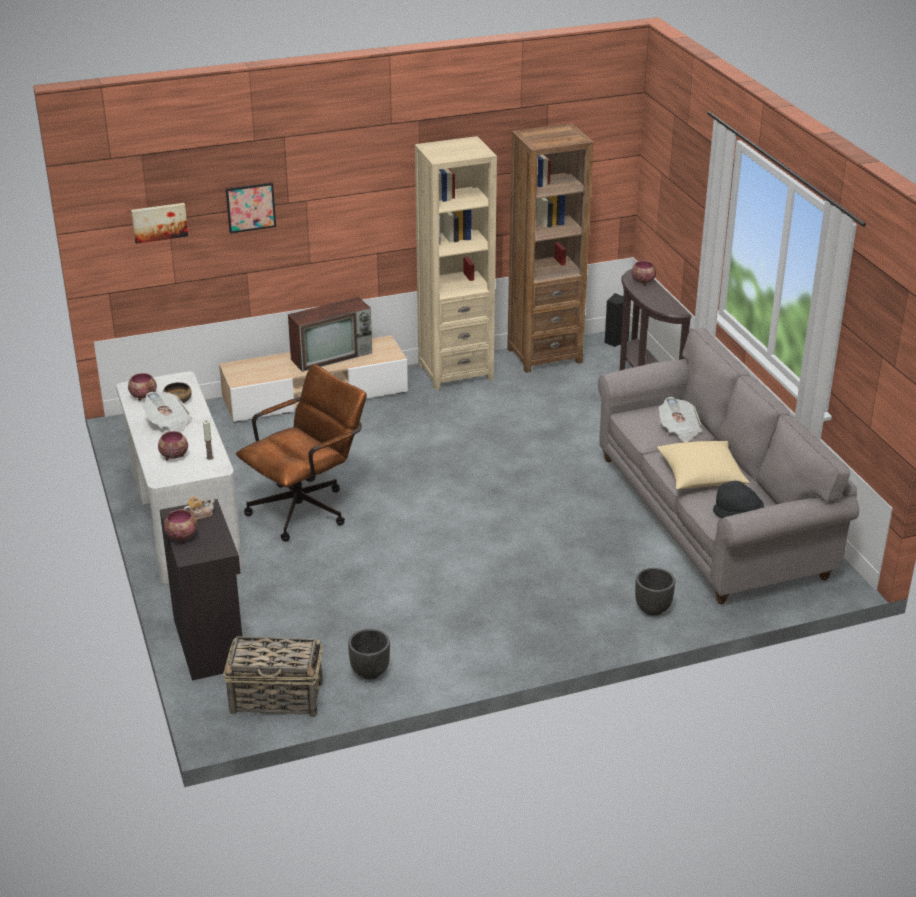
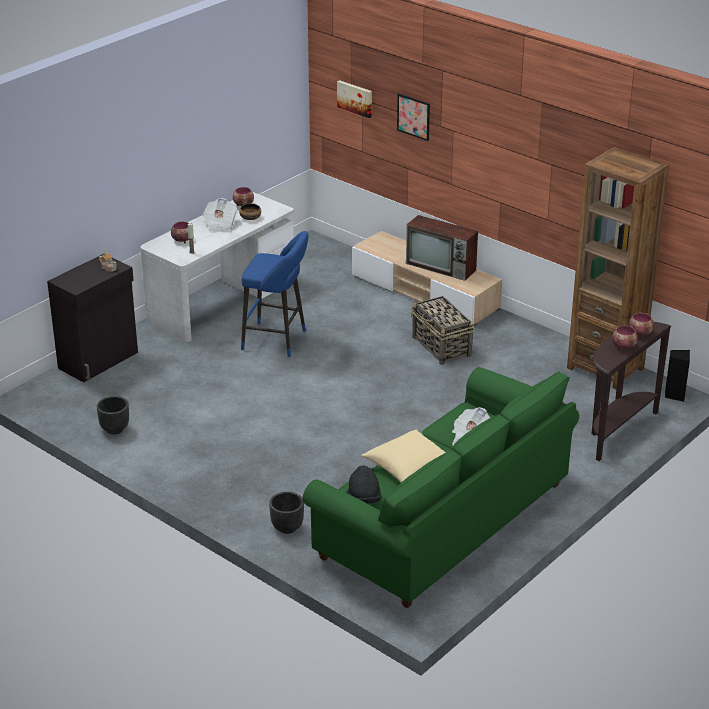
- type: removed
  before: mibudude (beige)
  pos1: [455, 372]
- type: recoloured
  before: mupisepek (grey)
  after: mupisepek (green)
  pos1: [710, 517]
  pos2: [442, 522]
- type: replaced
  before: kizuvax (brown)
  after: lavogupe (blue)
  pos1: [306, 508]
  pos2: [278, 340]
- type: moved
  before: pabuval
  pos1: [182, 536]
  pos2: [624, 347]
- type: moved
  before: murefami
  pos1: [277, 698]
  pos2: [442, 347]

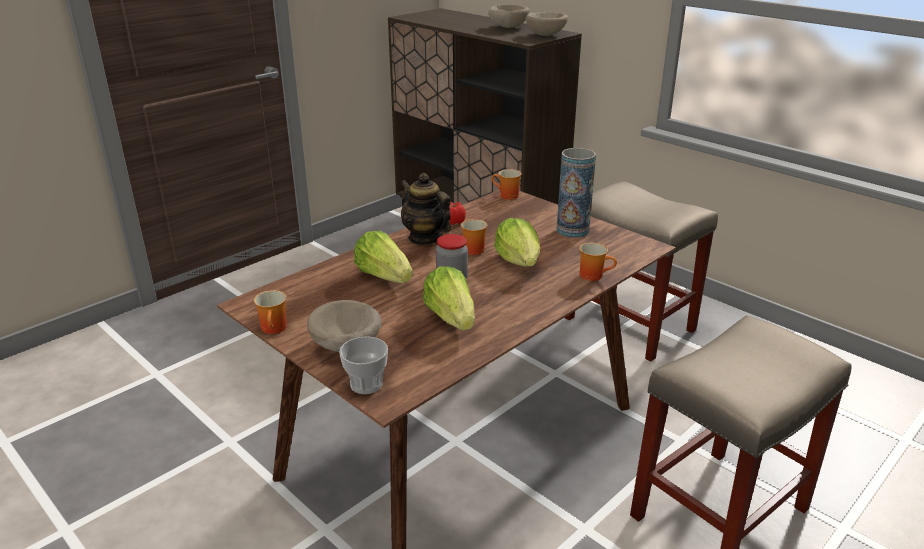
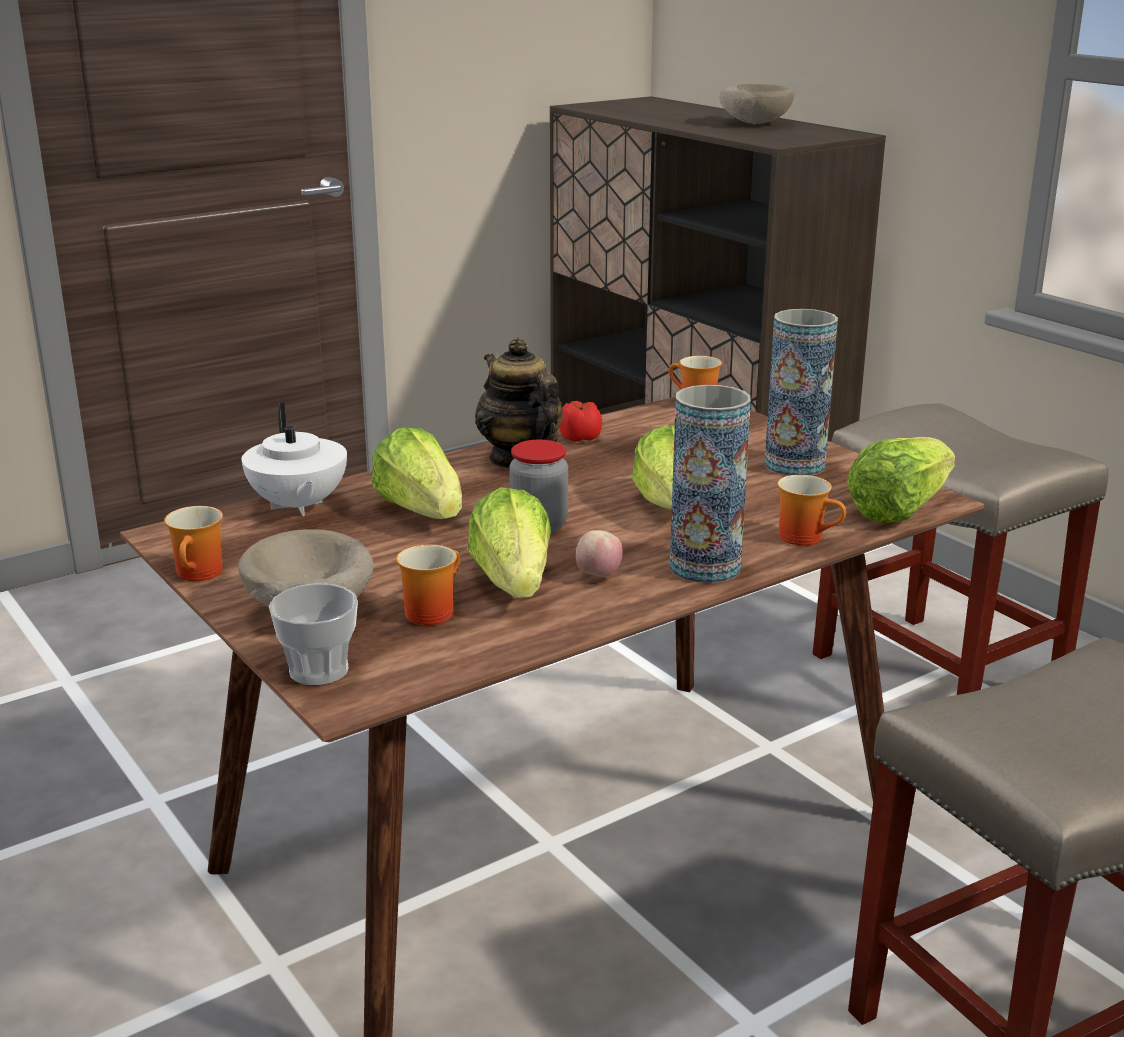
- type: removed
  before: pabuval (beige)
  pos1: [546, 35]
- type: moved
  before: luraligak
  pos1: [473, 249]
  pos2: [430, 611]
- type: added
  after: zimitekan
  pos2: [705, 567]
- type: added
  after: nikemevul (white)
  pos2: [297, 506]
- type: added
  after: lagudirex
  pos2: [898, 509]
- type: added
  after: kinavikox
  pos2: [598, 576]

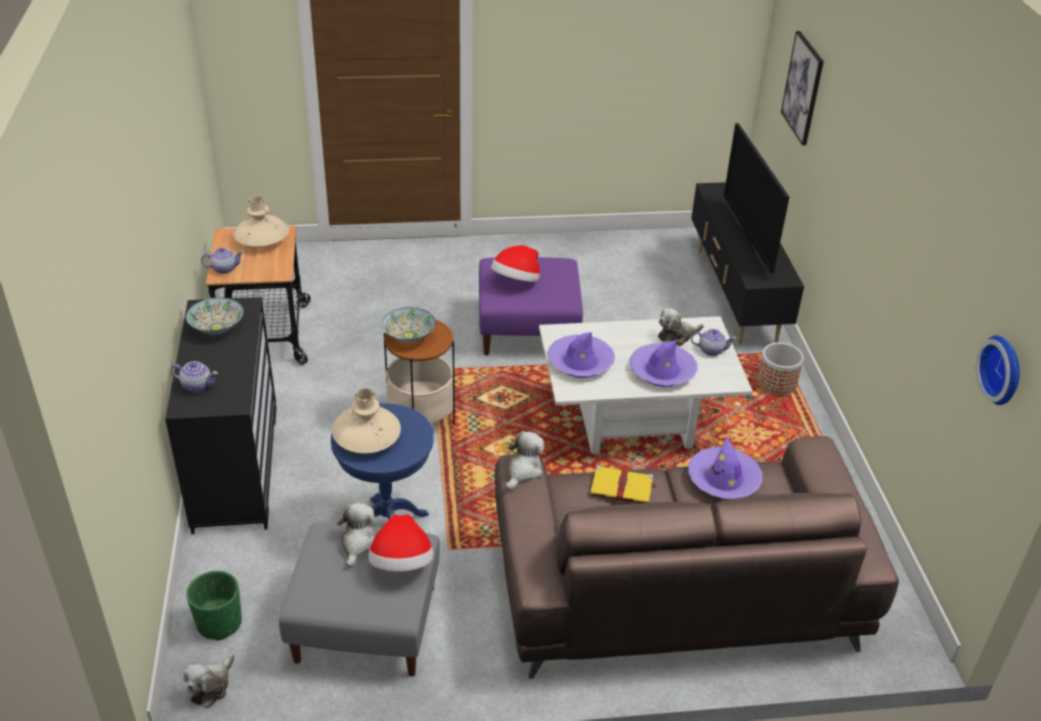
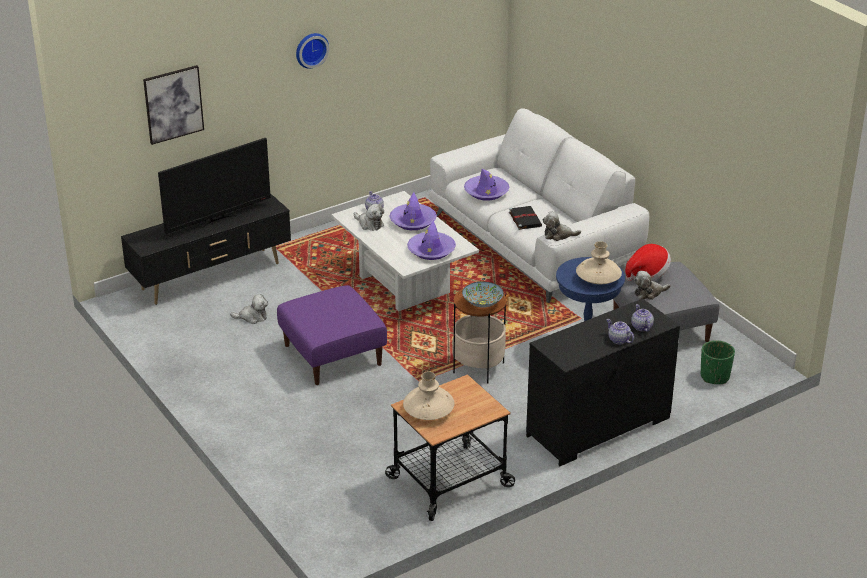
- type: removed
  before: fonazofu
  pos1: [516, 281]
- type: moved
  before: nikemevul
  pos1: [224, 268]
  pos2: [618, 340]
- type: removed
  before: pabuval
  pos1: [217, 327]
- type: moved
  before: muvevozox
  pos1: [1004, 369]
  pos2: [310, 49]
- type: removed
  before: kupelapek
  pos1: [776, 383]
- type: recoloured
  before: mupisepek (brown)
  after: mupisepek (white)
  pos1: [674, 589]
  pos2: [534, 242]
- type: recoloured
  before: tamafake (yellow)
  after: tamafake (black)
  pos1: [623, 488]
  pos2: [524, 219]
- type: moved
  before: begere
  pos1: [211, 686]
  pos2: [252, 317]

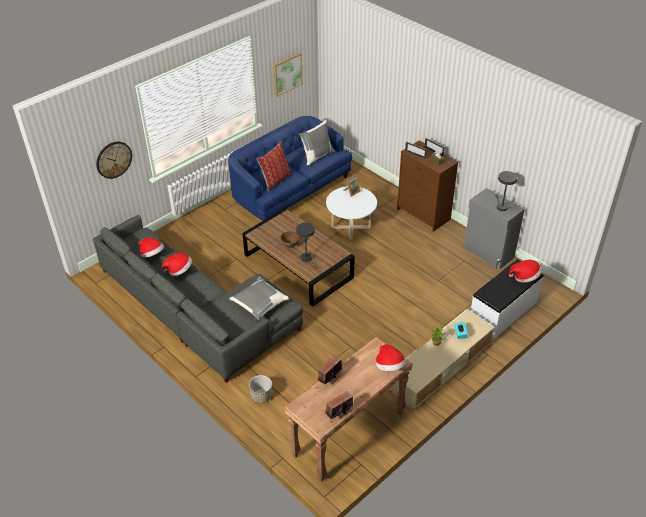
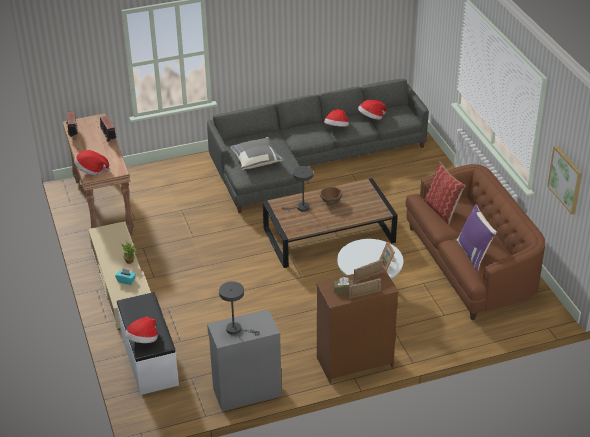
- type: recoloured
  before: mupisepek (blue)
  after: mupisepek (brown)
  pos1: [289, 189]
  pos2: [471, 265]
- type: recoloured
  before: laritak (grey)
  after: laritak (purple)
  pos1: [317, 156]
  pos2: [474, 254]
- type: removed
  before: muvevozox
  pos1: [114, 159]
- type: removed
  before: kupelapek
  pos1: [261, 396]

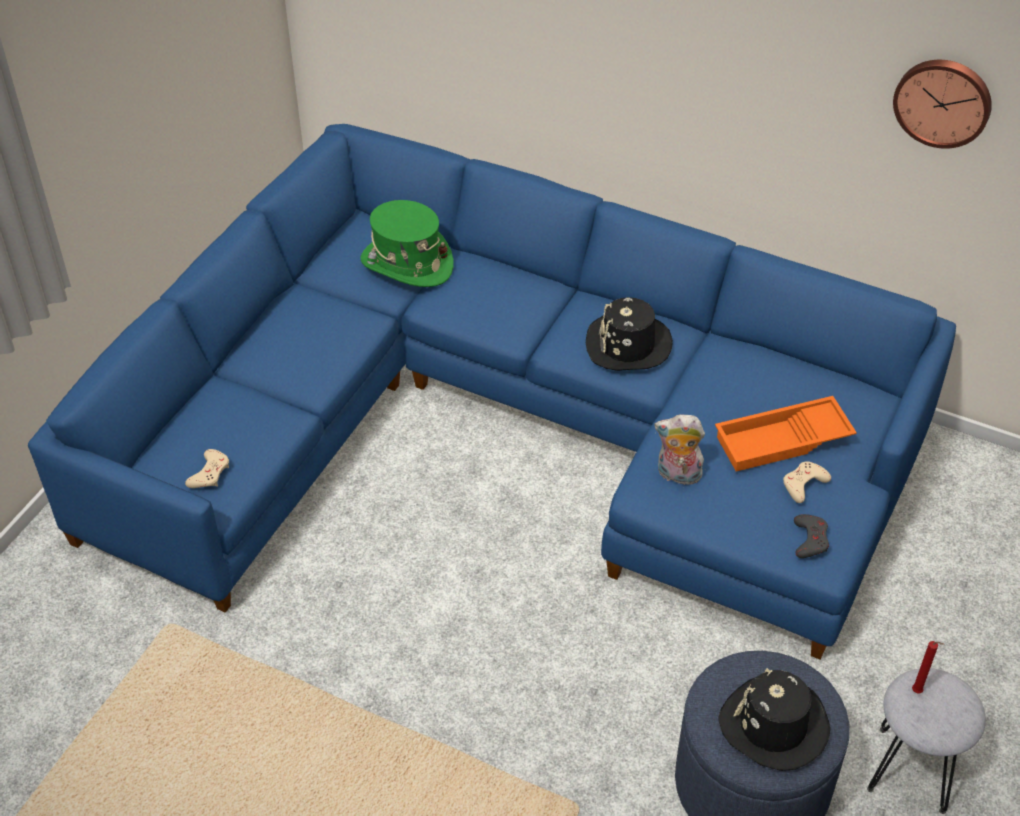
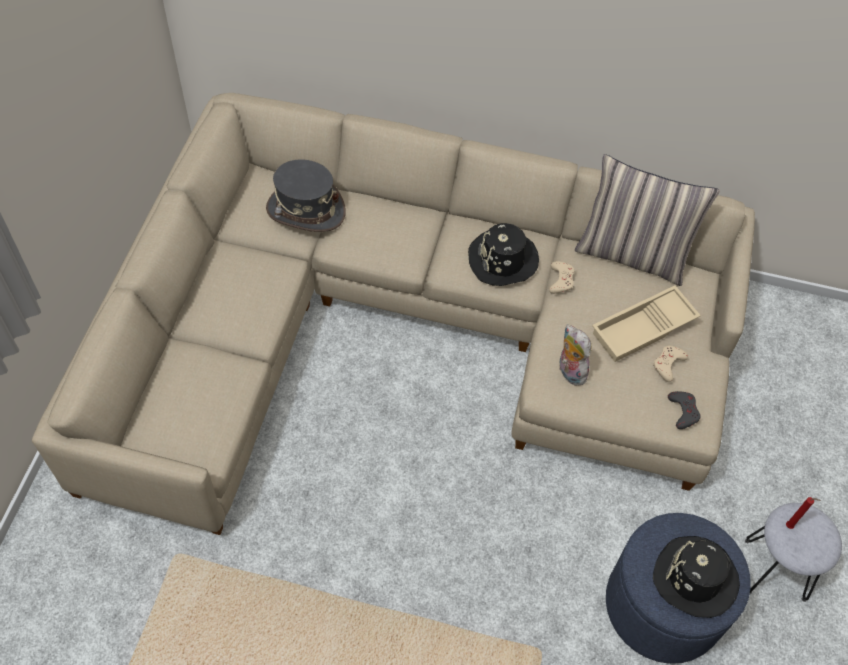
- type: removed
  before: muvevozox
  pos1: [943, 101]
- type: recoloured
  before: mupisepek (blue)
  after: mupisepek (beige)
  pos1: [505, 427]
  pos2: [404, 330]
- type: recoloured
  before: fonazofu (green)
  after: fonazofu (grey)
  pos1: [406, 264]
  pos2: [305, 210]
- type: recoloured
  before: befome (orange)
  after: befome (beige)
  pos1: [782, 442]
  pos2: [643, 329]
- type: turned
  before: begere
  pos1: [677, 475]
  pos2: [569, 371]
  turn: 60
- type: moved
  before: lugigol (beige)
  pos1: [209, 473]
  pos2: [561, 280]
- type: added
  after: laritak
  pos2: [633, 254]

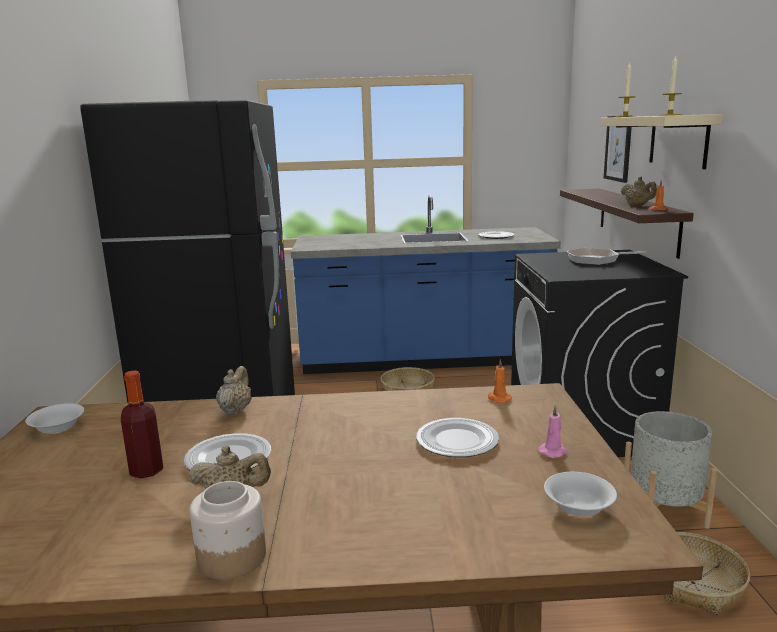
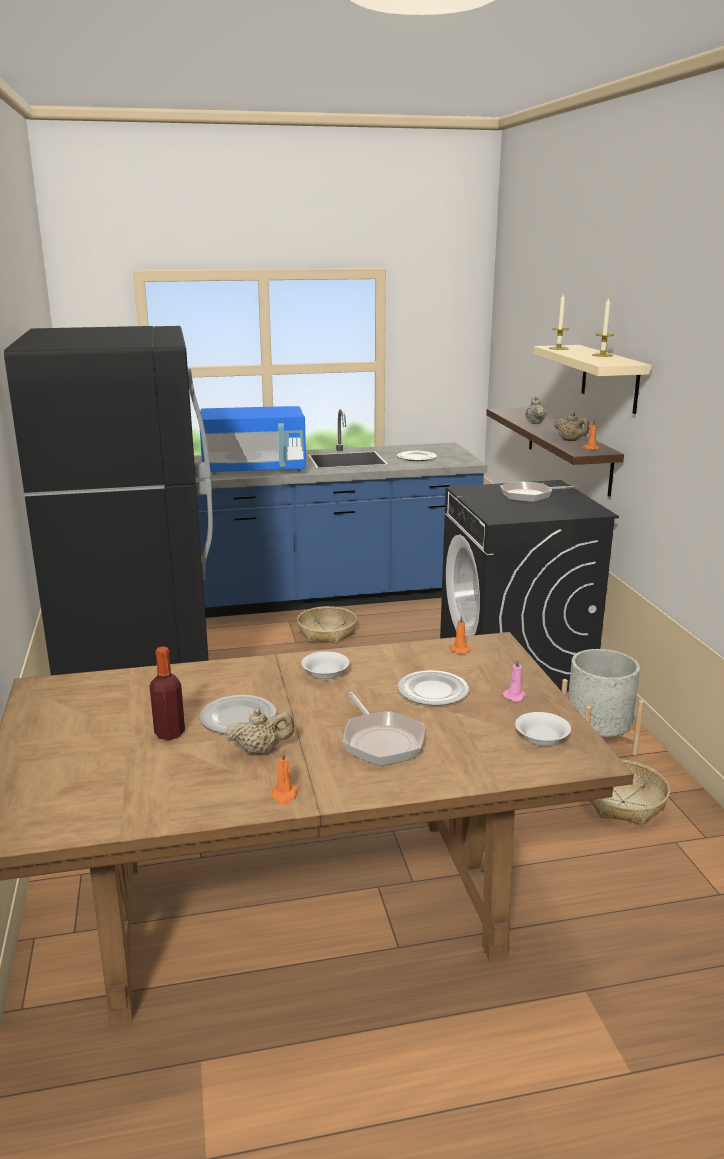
- type: removed
  before: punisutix
  pos1: [618, 148]
- type: moved
  before: nikemevul (beige)
  pos1: [235, 410]
  pos2: [534, 423]
- type: moved
  before: pabuval (white)
  pos1: [58, 427]
  pos2: [325, 673]
- type: replaced
  before: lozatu
  after: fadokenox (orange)
  pos1: [231, 557]
  pos2: [284, 795]
- type: added
  after: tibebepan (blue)
  pos2: [254, 470]
- type: added
  after: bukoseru
  pos2: [381, 741]

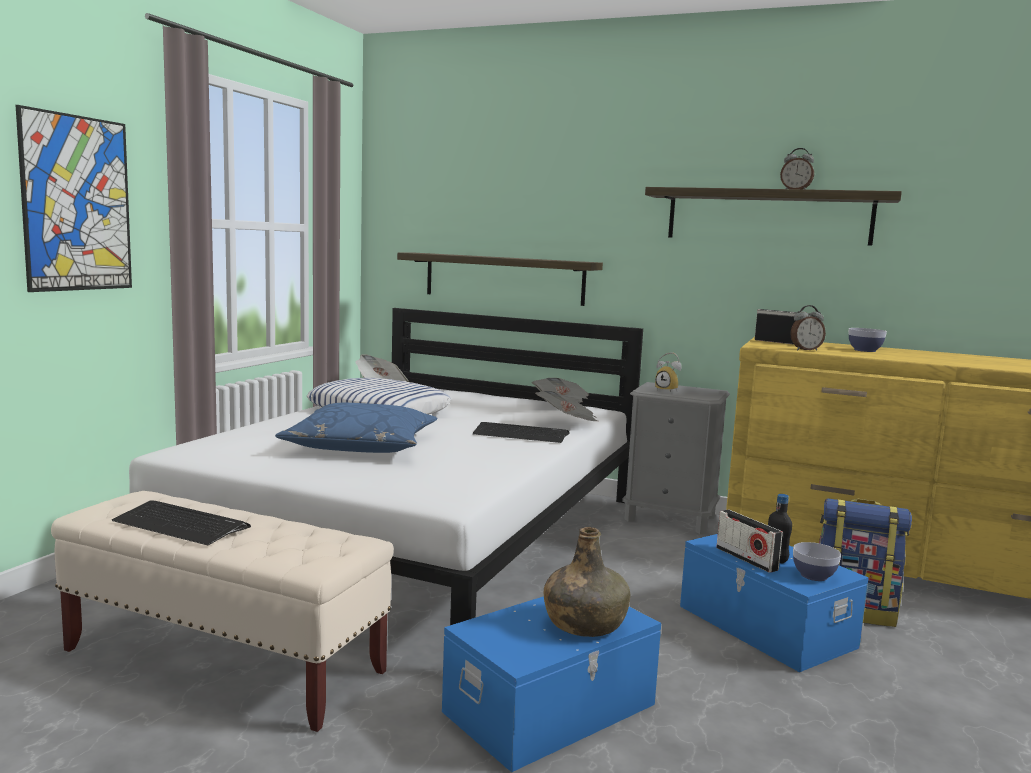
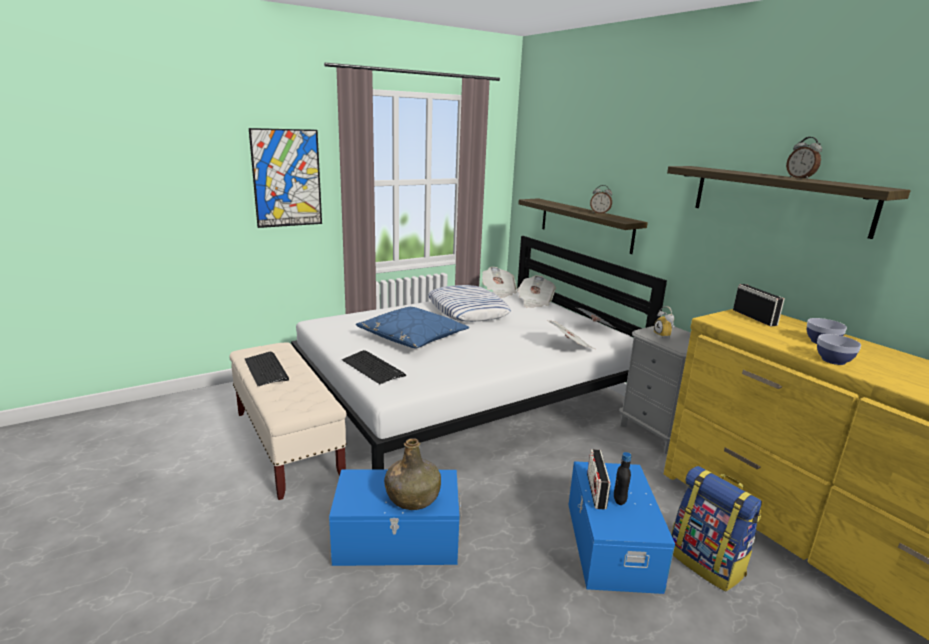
- type: moved
  before: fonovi
  pos1: [805, 350]
  pos2: [599, 213]
- type: moved
  before: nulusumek
  pos1: [520, 434]
  pos2: [373, 368]
- type: moved
  before: pabuval
  pos1: [813, 575]
  pos2: [833, 360]
- type: added
  after: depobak
  pos2: [534, 302]

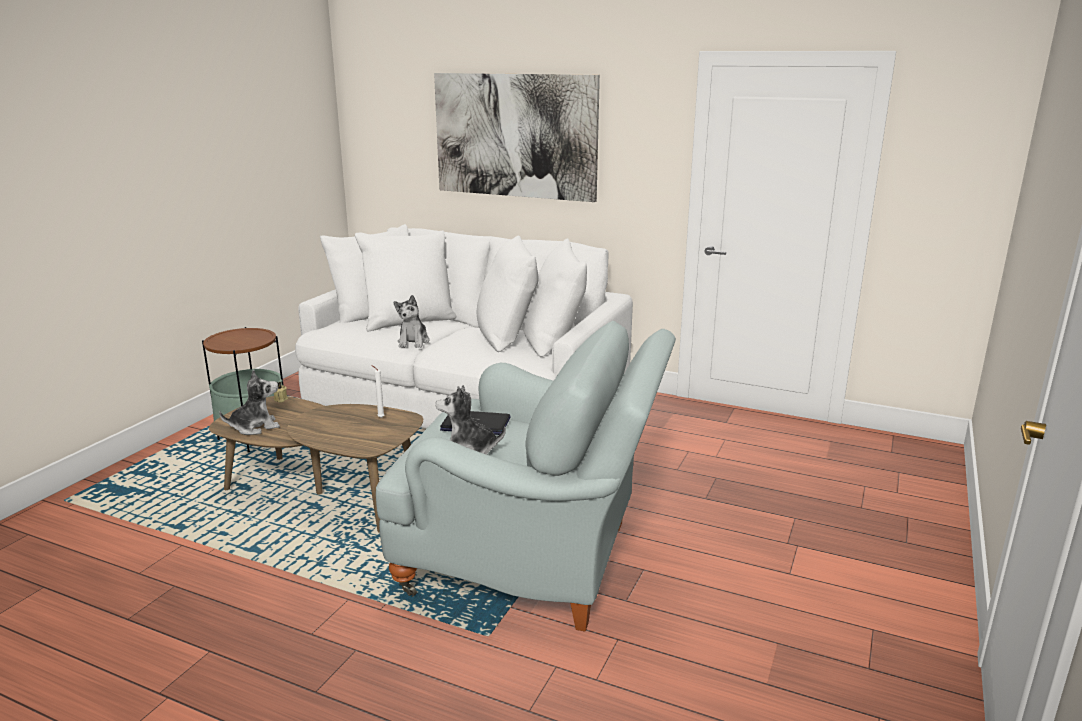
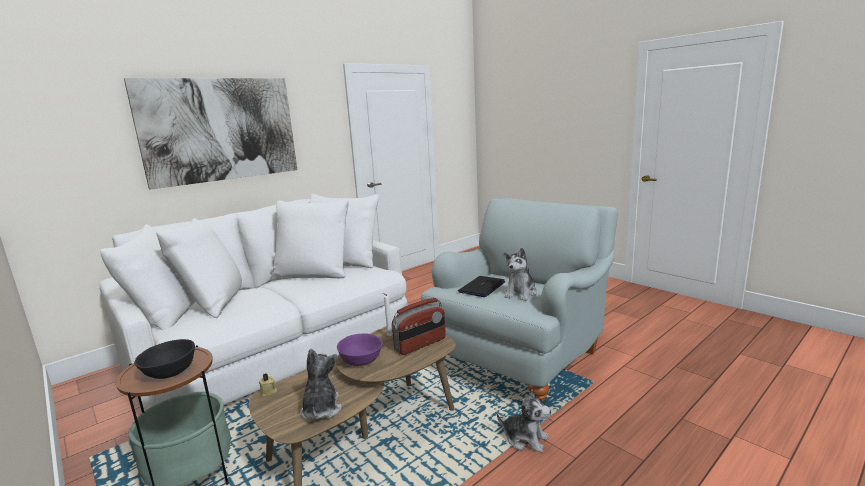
- type: moved
  before: begere
  pos1: [413, 342]
  pos2: [525, 439]
- type: added
  after: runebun
  pos2: [420, 344]
- type: added
  after: pabuval (purple)
  pos2: [361, 360]
- type: added
  after: pabuval (black)
  pos2: [170, 371]

